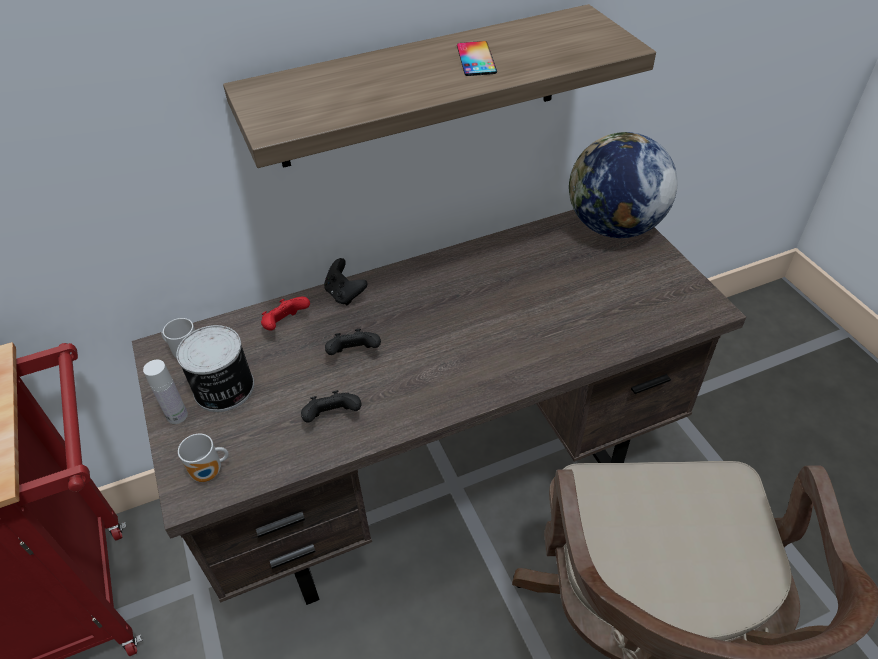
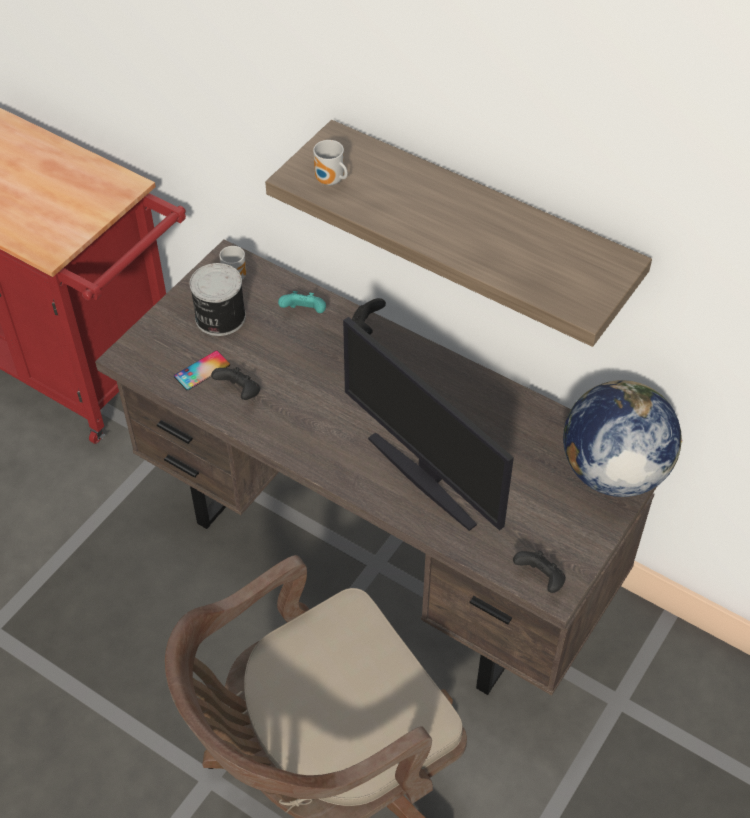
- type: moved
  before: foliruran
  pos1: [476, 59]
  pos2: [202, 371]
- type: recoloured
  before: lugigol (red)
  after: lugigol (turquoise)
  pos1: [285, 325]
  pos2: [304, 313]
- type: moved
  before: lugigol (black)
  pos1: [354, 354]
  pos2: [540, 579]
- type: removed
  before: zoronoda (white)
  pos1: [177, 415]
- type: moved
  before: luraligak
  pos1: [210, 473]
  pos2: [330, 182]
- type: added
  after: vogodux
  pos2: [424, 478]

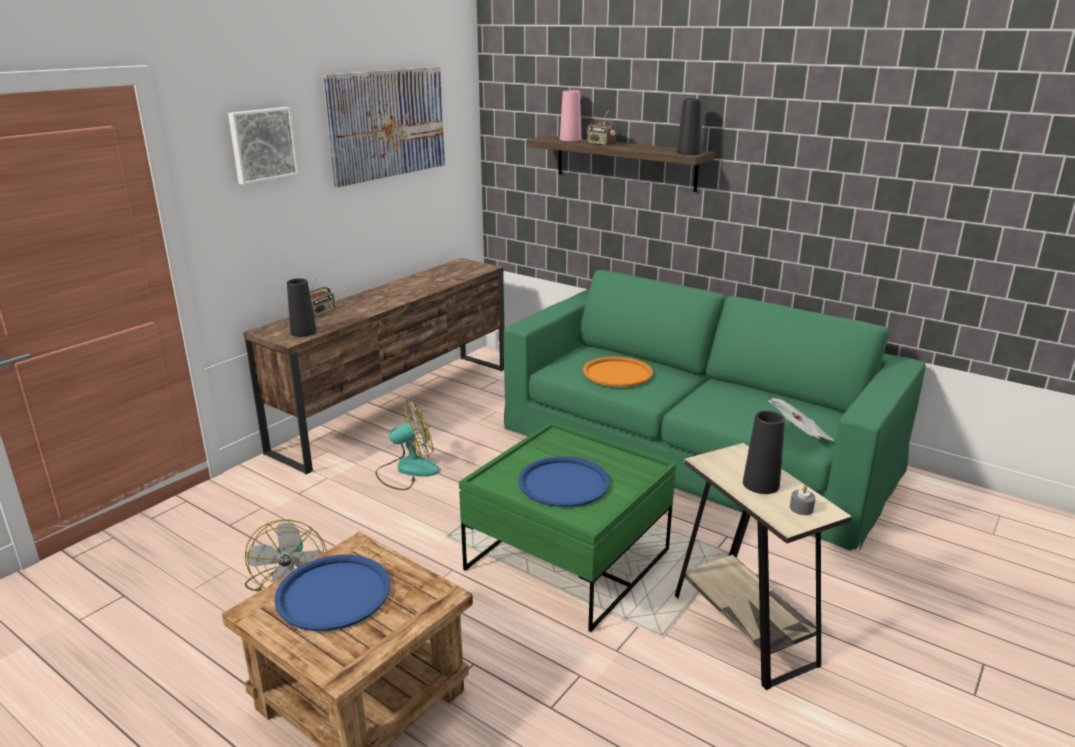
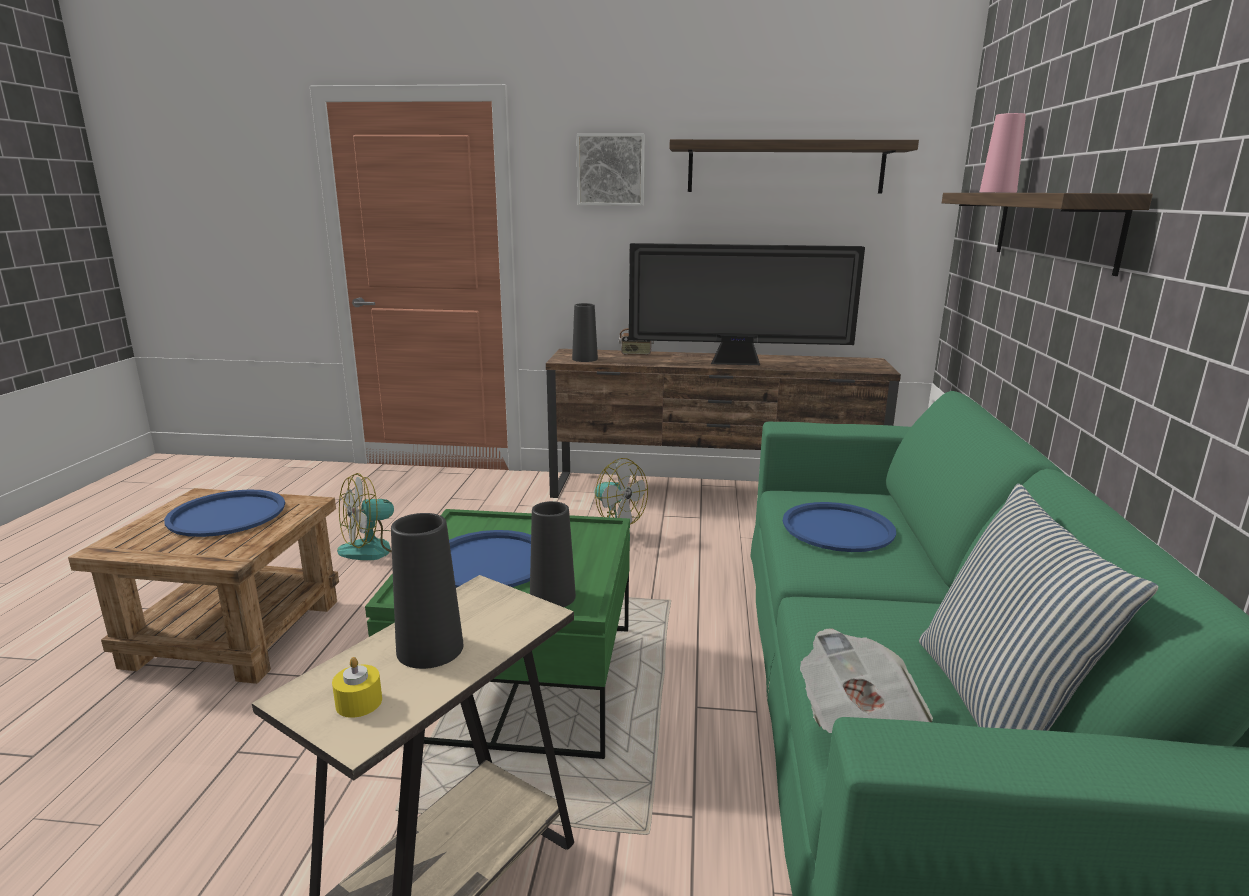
- type: replaced
  before: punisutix
  after: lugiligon
  pos1: [387, 124]
  pos2: [785, 167]
- type: moved
  before: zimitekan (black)
  pos1: [688, 153]
  pos2: [552, 597]
- type: removed
  before: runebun
  pos1: [600, 144]
- type: recoloured
  before: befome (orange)
  after: befome (blue)
  pos1: [617, 373]
  pos2: [838, 528]
- type: recoloured
  before: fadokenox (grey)
  after: fadokenox (yellow)
  pos1: [801, 508]
  pos2: [359, 702]
- type: added
  after: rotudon
  pos2: [738, 363]
- type: added
  after: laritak
  pos2: [997, 706]

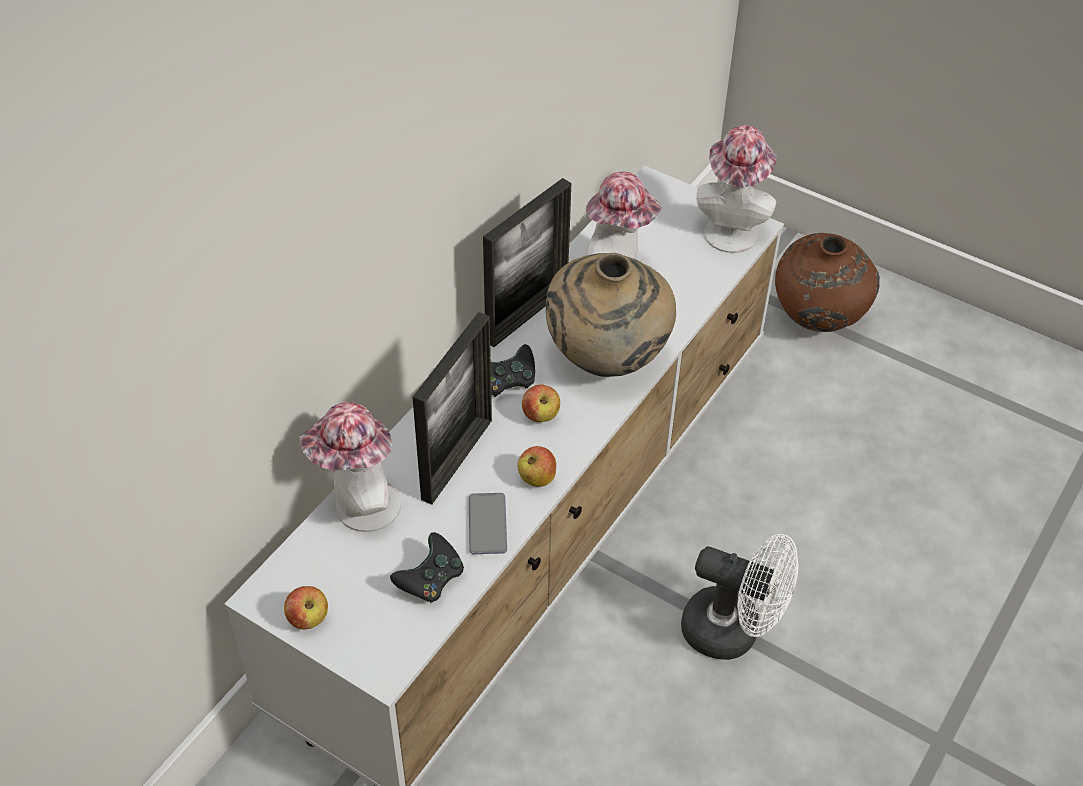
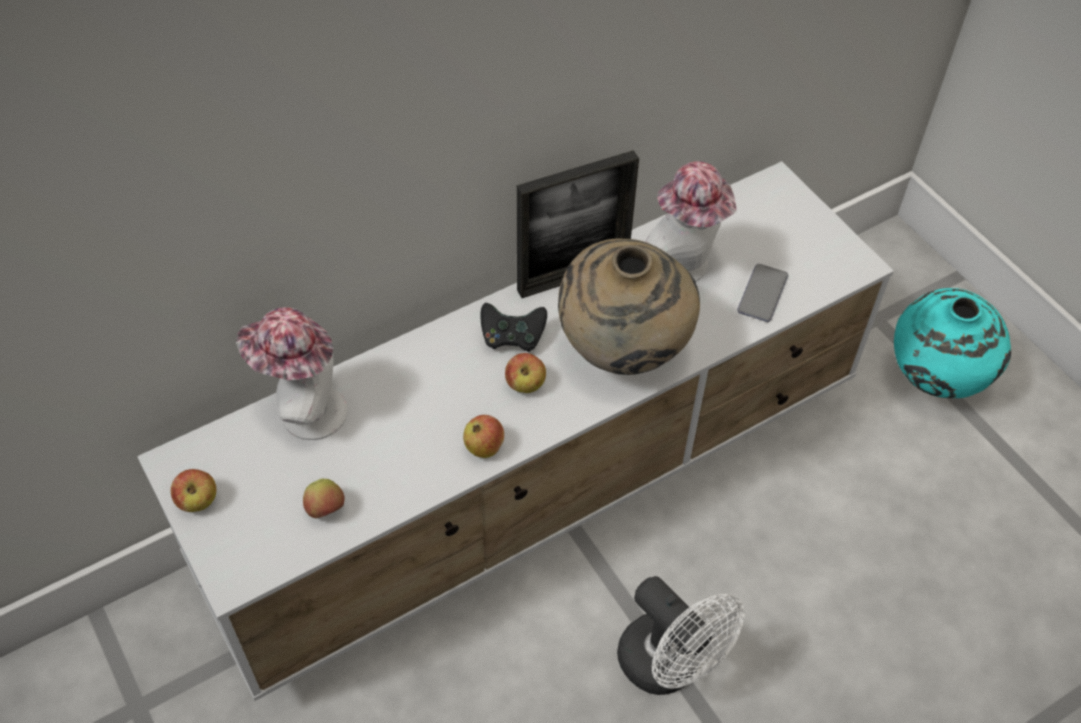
- type: removed
  before: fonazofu
  pos1: [731, 229]
- type: recoloured
  before: zimitekan (brown)
  after: zimitekan (turquoise)
  pos1: [818, 321]
  pos2: [935, 380]
- type: removed
  before: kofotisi
  pos1: [457, 459]
- type: moved
  before: foliruran
  pos1: [487, 524]
  pos2: [762, 293]
- type: replaced
  before: lugigol (black)
  after: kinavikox
  pos1: [430, 581]
  pos2: [325, 510]

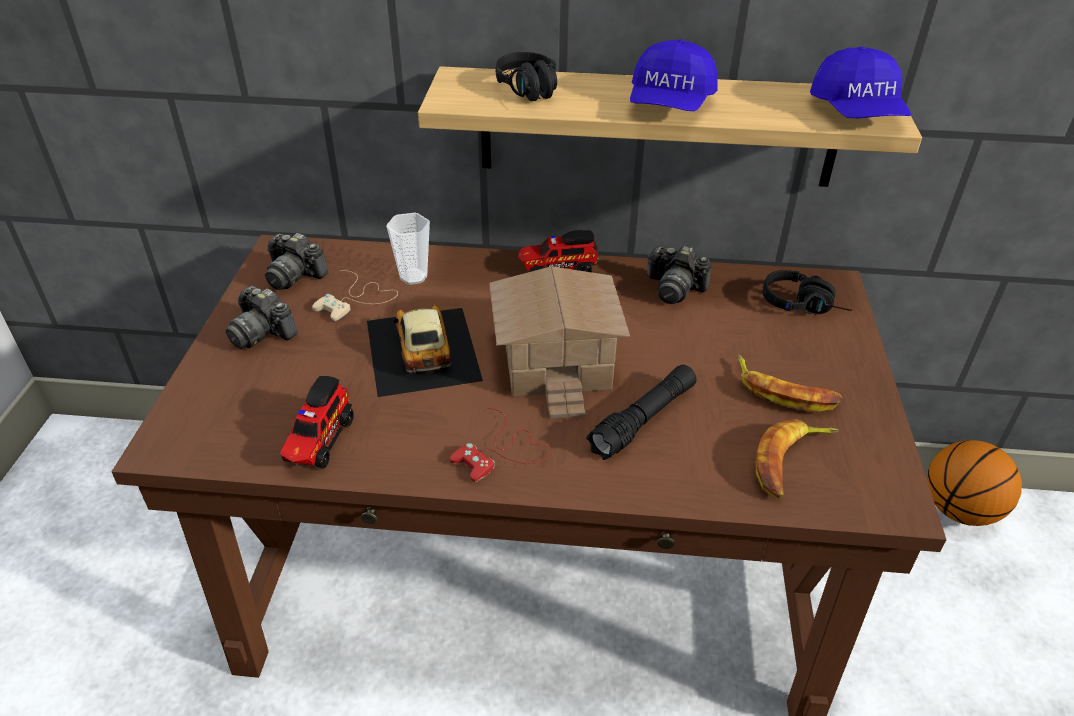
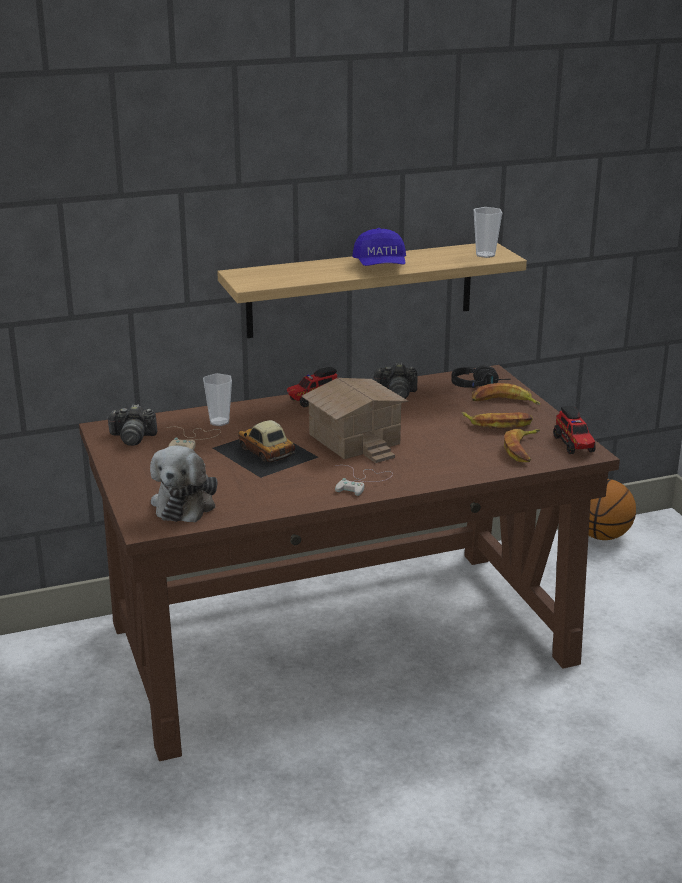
- type: replaced
  before: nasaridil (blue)
  after: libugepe
  pos1: [857, 113]
  pos2: [485, 255]
- type: removed
  before: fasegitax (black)
  pos1: [532, 93]
- type: removed
  before: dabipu
  pos1: [262, 332]
- type: removed
  before: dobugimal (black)
  pos1: [643, 420]
- type: moved
  before: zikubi
  pos1: [319, 442]
  pos2: [574, 445]
- type: recoloured
  before: lugigol (red)
  after: lugigol (white)
  pos1: [503, 452]
  pos2: [362, 481]
- type: added
  after: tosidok
  pos2: [504, 402]
- type: added
  after: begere
  pos2: [185, 503]

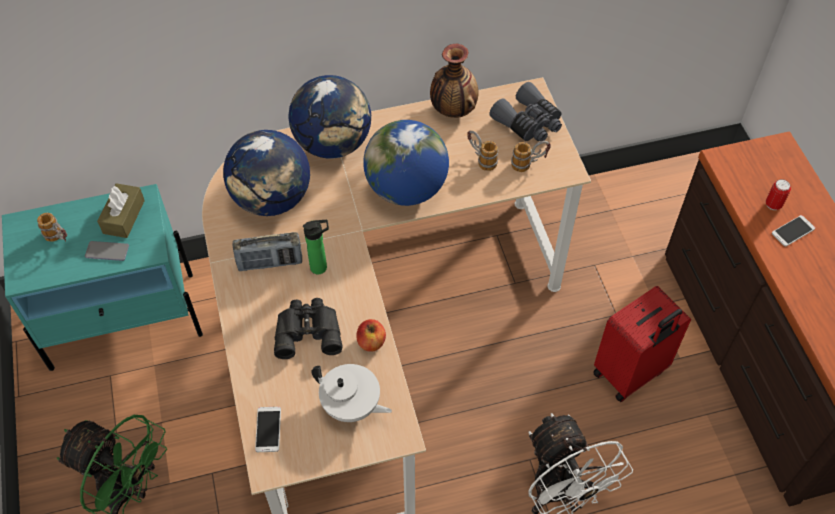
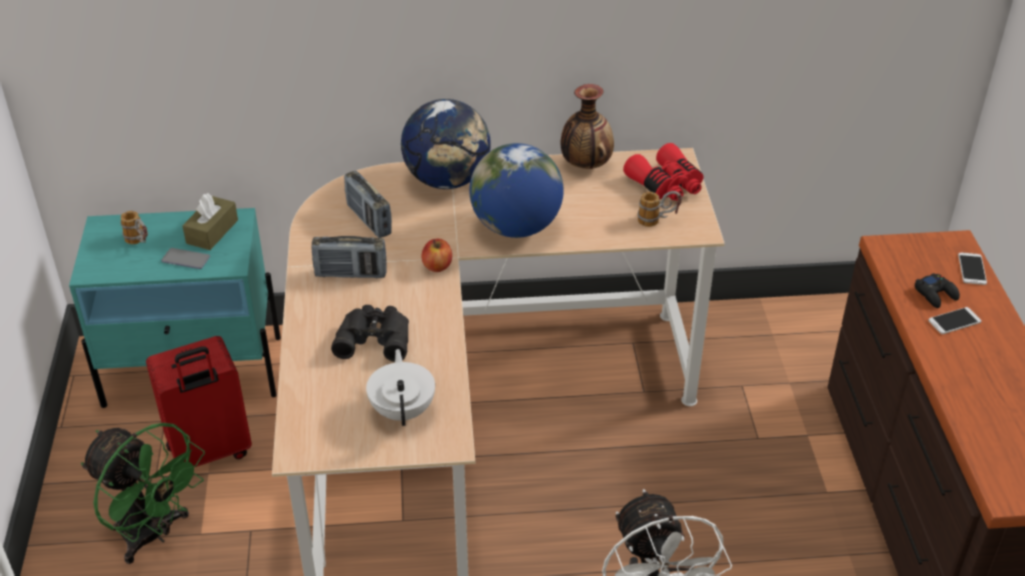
- type: recoloured
  before: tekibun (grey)
  after: tekibun (red)
  pos1: [528, 122]
  pos2: [666, 185]
- type: replaced
  before: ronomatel
  after: runebun
  pos1: [272, 199]
  pos2: [369, 220]
- type: removed
  before: luraligak
  pos1: [480, 159]
- type: replaced
  before: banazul
  after: lugigol (black)
  pos1: [773, 205]
  pos2: [936, 294]
- type: removed
  before: zoronoda
  pos1: [321, 267]
- type: moved
  before: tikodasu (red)
  pos1: [630, 373]
  pos2: [210, 453]
- type: moved
  before: kinavikox
  pos1: [371, 342]
  pos2: [437, 266]
- type: turned
  before: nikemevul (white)
  pos1: [351, 406]
  pos2: [403, 410]
  turn: -135
- type: moved
  before: foliruran
  pos1: [268, 429]
  pos2: [972, 269]

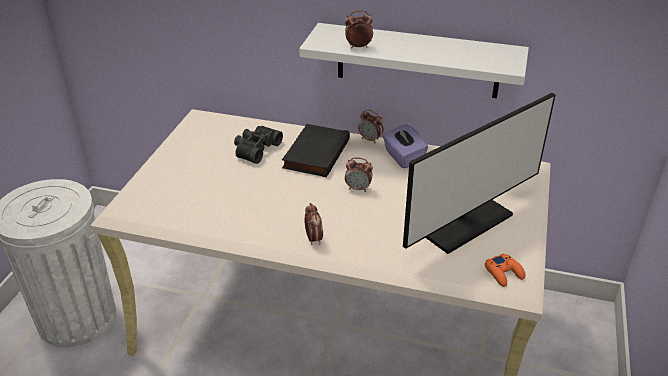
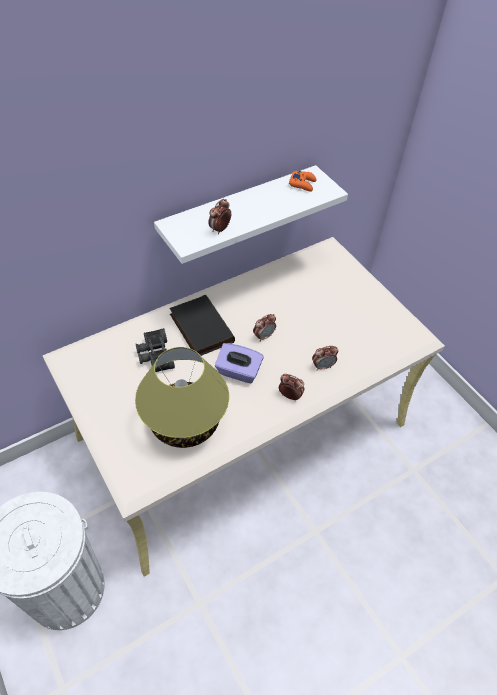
- type: removed
  before: vogodux
  pos1: [465, 223]
- type: moved
  before: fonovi
  pos1: [370, 139]
  pos2: [323, 366]
- type: moved
  before: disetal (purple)
  pos1: [403, 157]
  pos2: [238, 372]
- type: moved
  before: lugigol (orange)
  pos1: [504, 273]
  pos2: [302, 184]
- type: added
  after: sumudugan
  pos2: [185, 423]

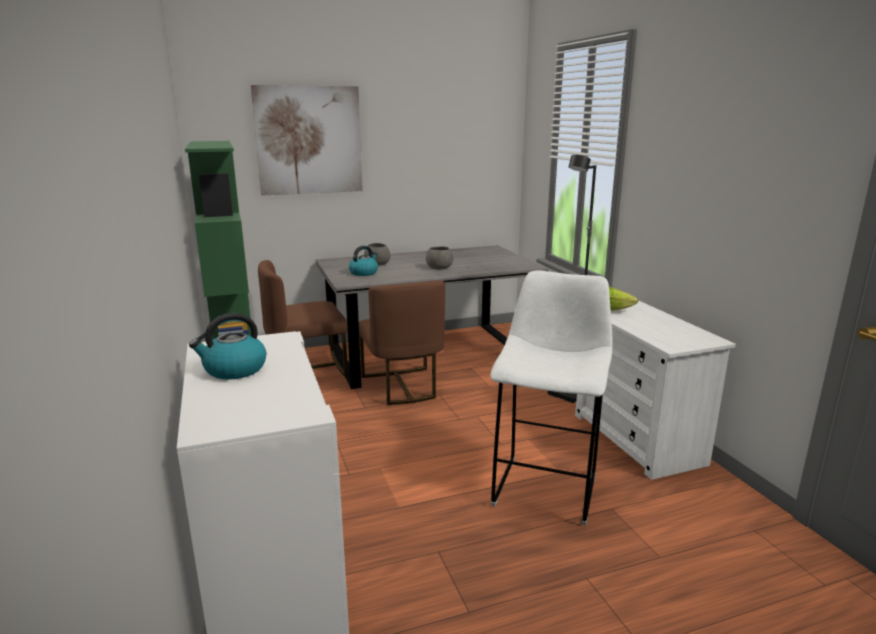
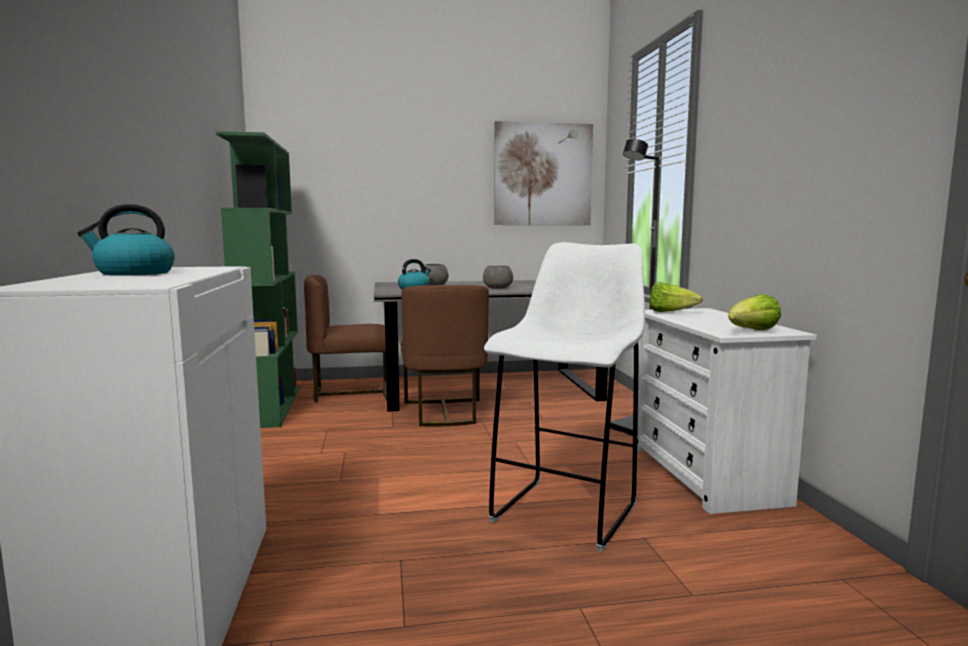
- type: moved
  before: punisutix
  pos1: [309, 140]
  pos2: [543, 174]
- type: added
  after: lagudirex
  pos2: [752, 331]

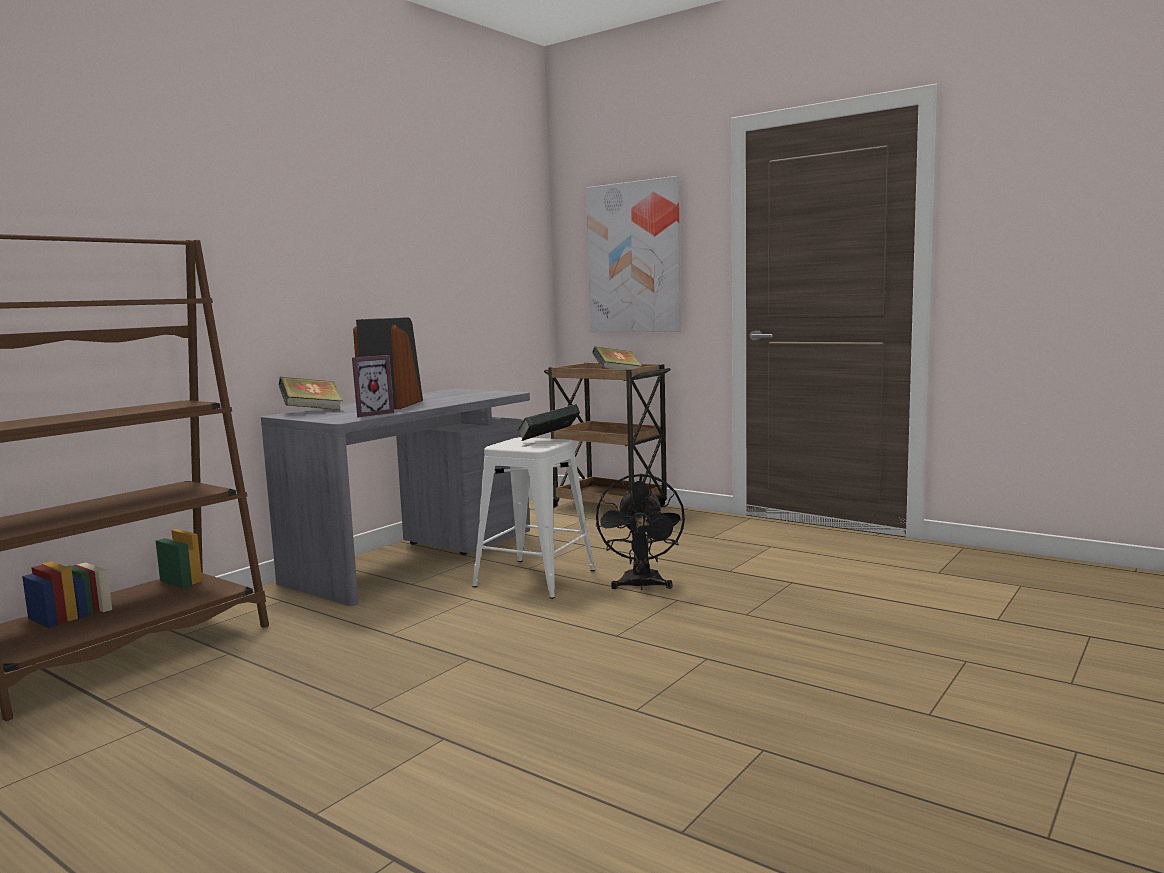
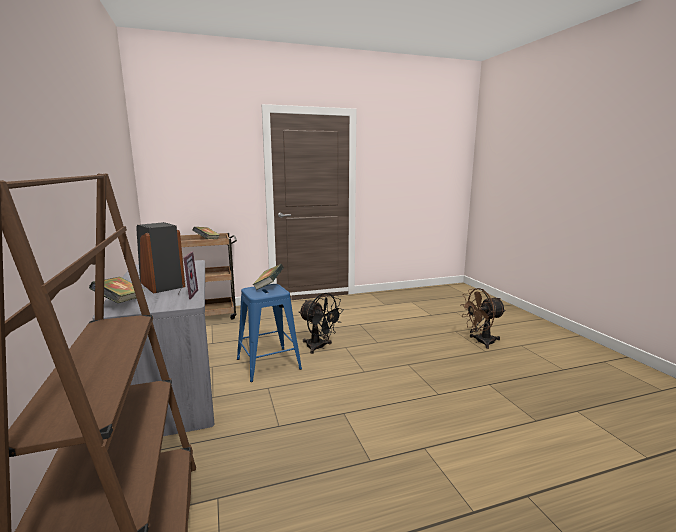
- type: removed
  before: punisutix
  pos1: [634, 258]
- type: recoloured
  before: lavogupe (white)
  after: lavogupe (blue)
  pos1: [535, 578]
  pos2: [268, 364]
- type: added
  after: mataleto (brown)
  pos2: [480, 342]

